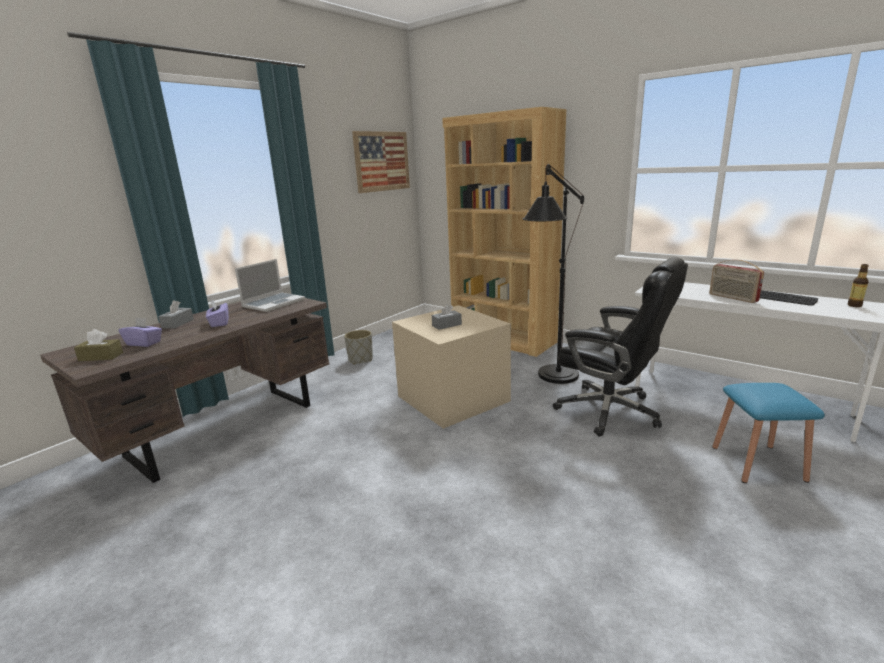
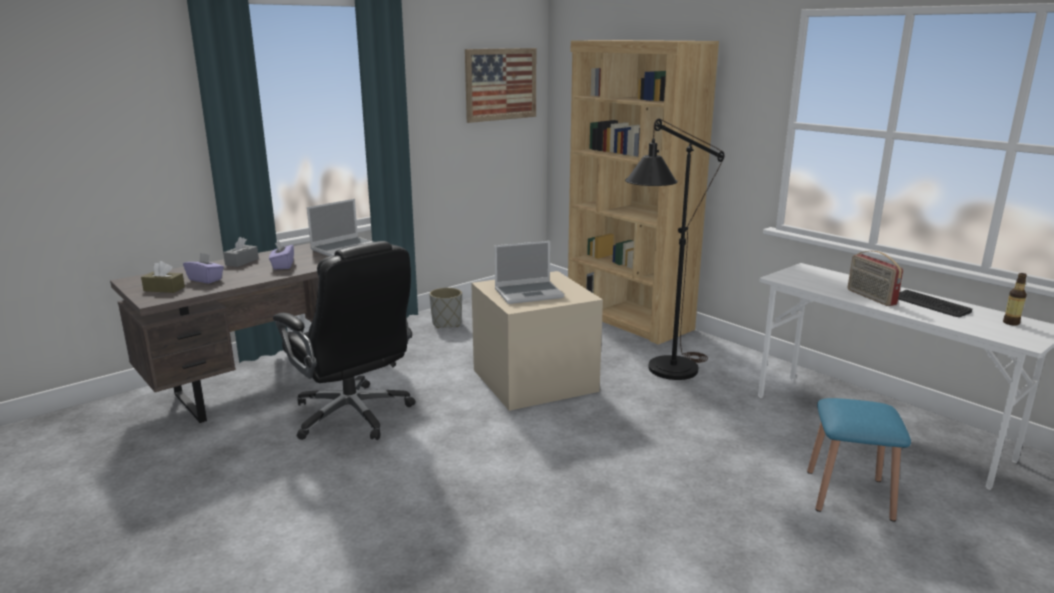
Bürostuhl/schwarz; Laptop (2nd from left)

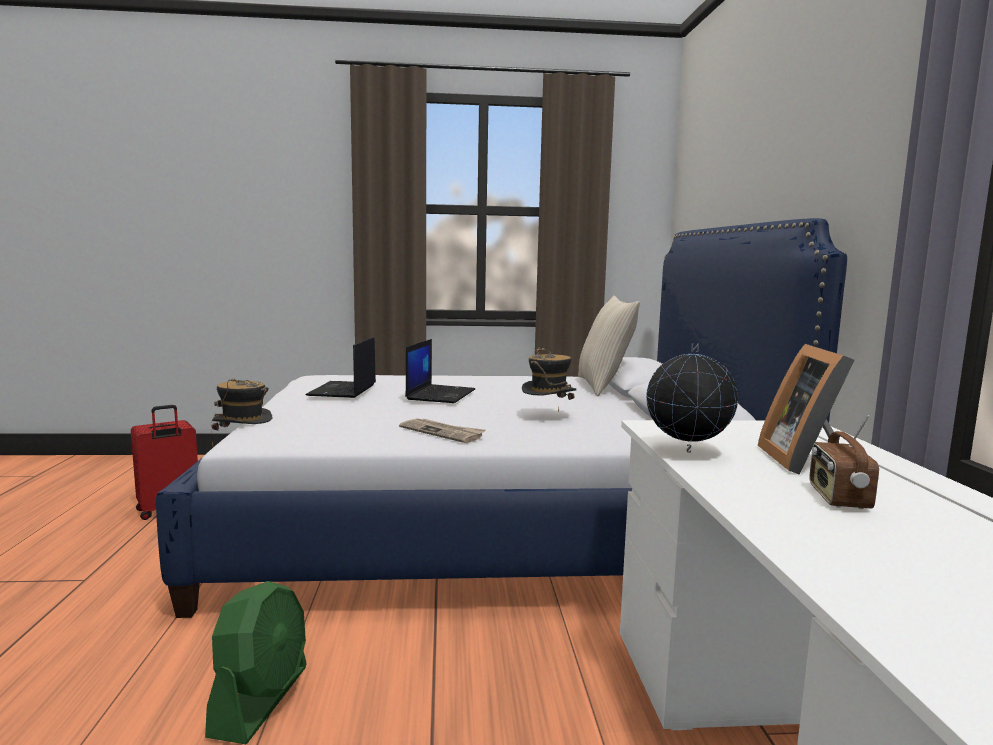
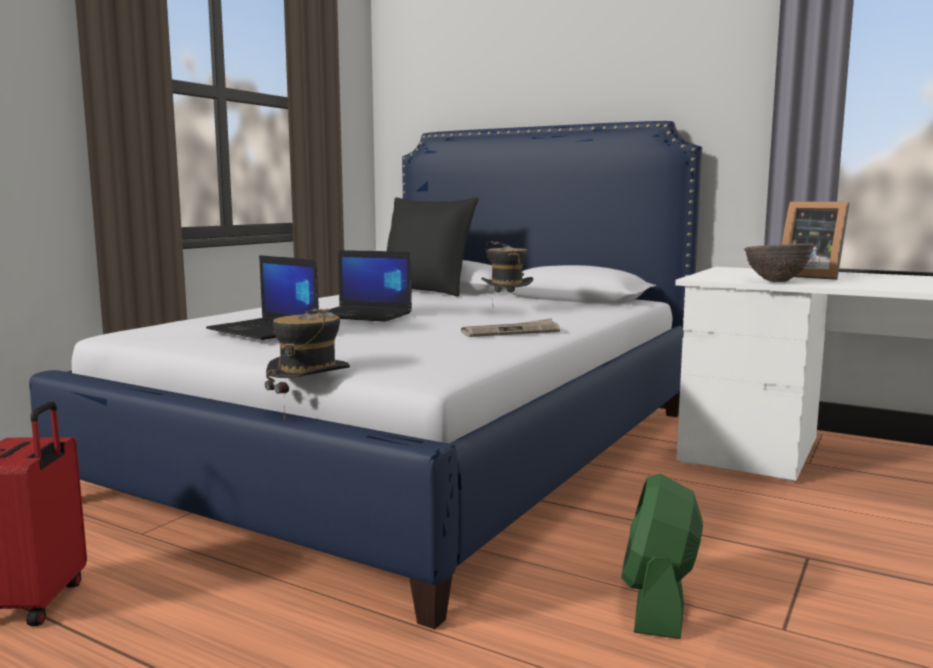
Radio; Schüssel/braun; Kissen/schwarz; Ventilator/grün; Laptop (2nd from left)

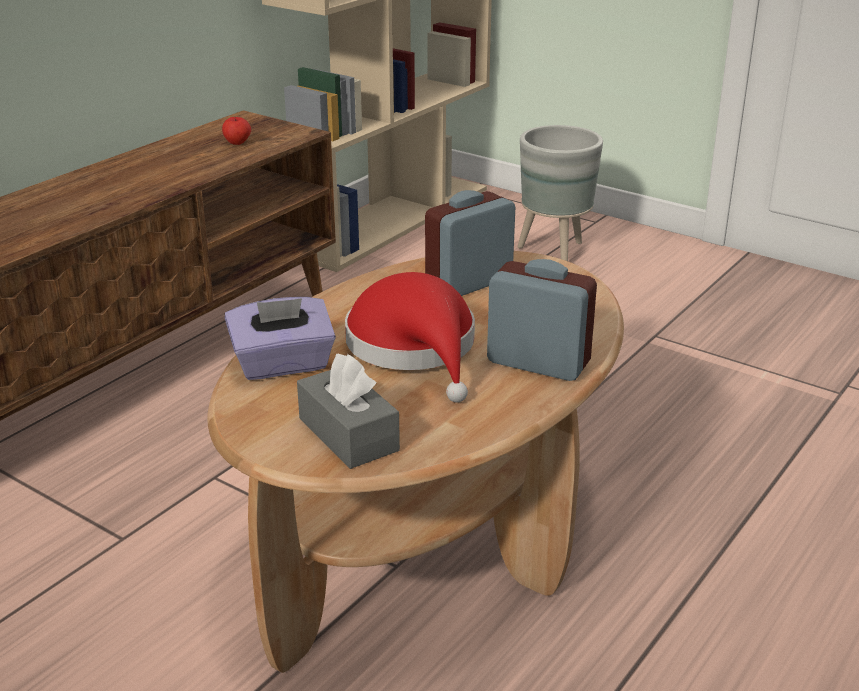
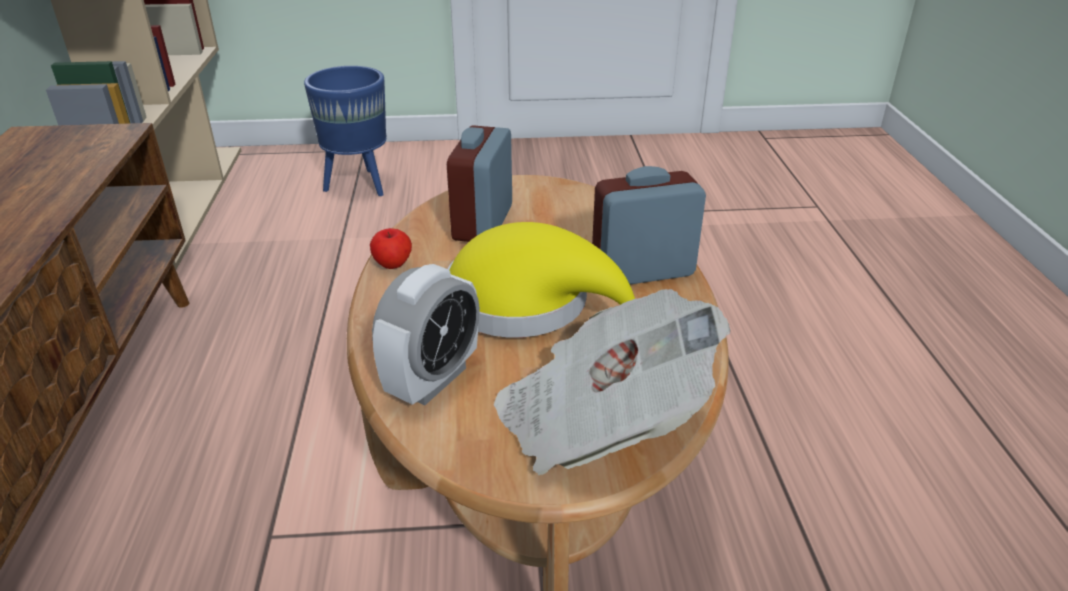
Apfel; Wecker (1st from left); Zeitung; Hut/gelb; Pflanzkübel/blau

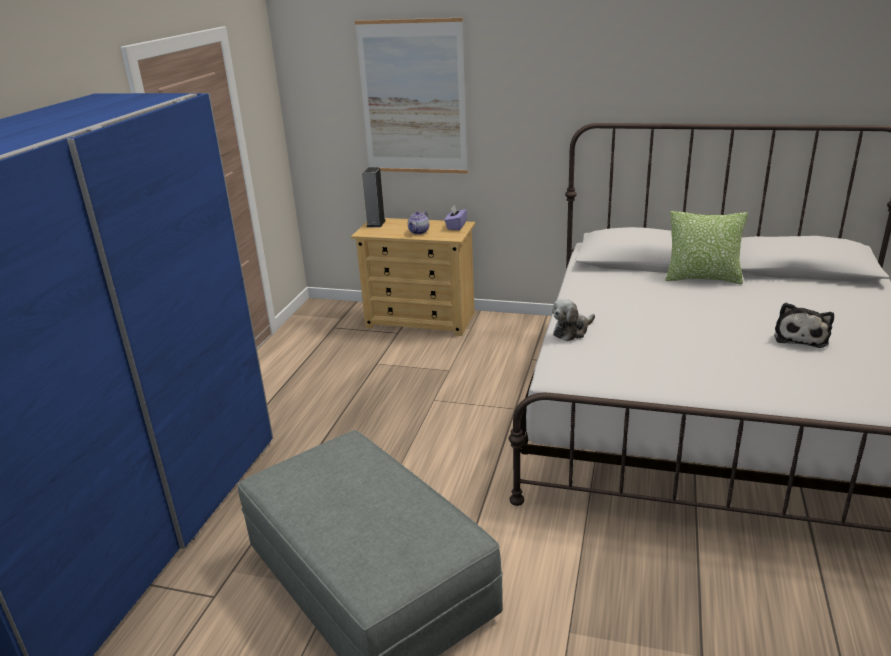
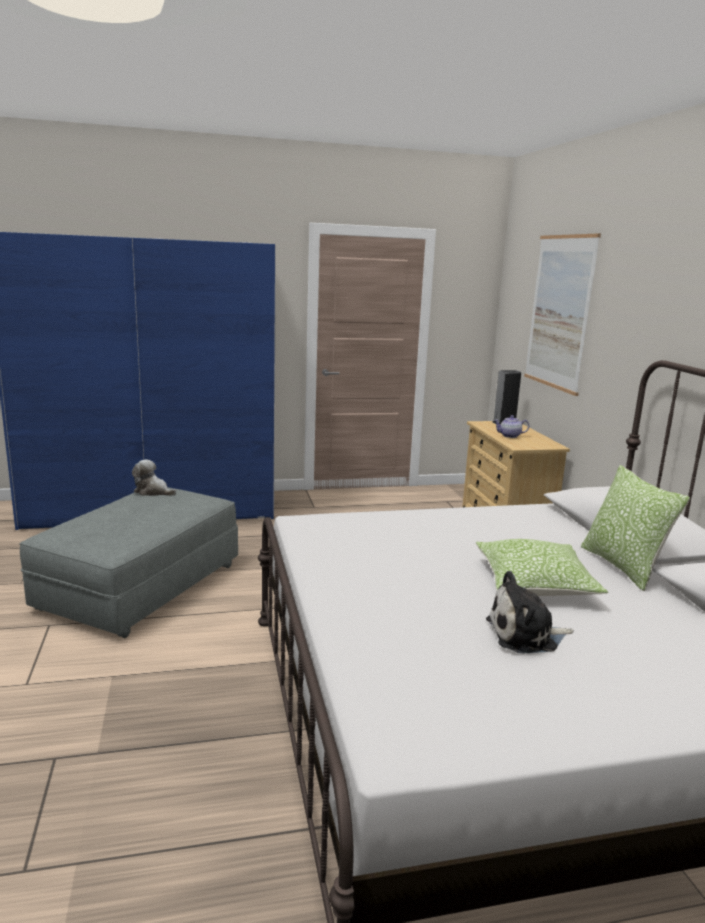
Taschentuchbox/lila; Kissen (1st from left); Plüschtier (1st from left)

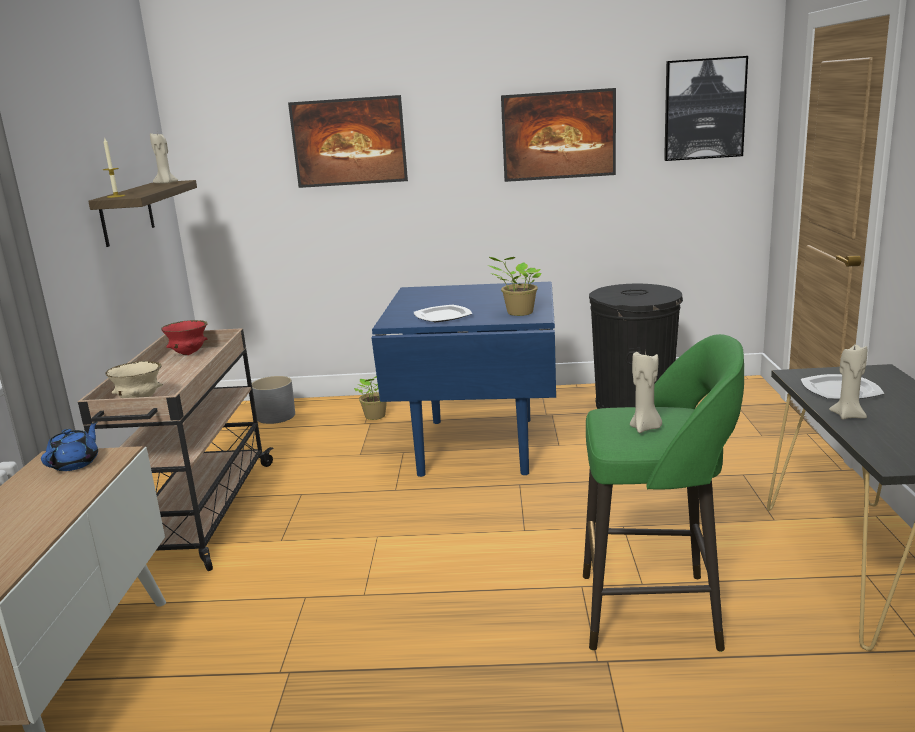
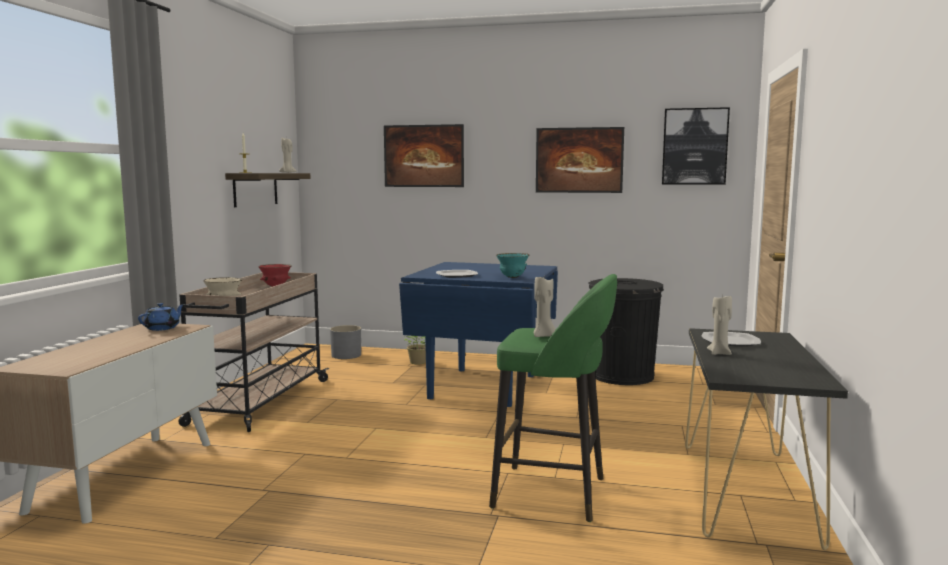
Schüssel/türkis

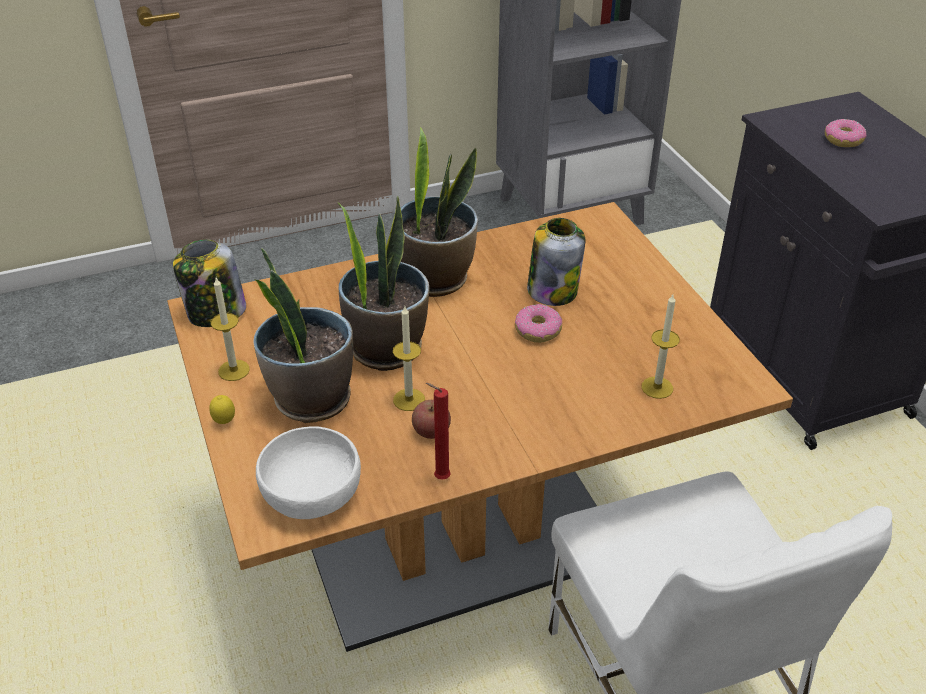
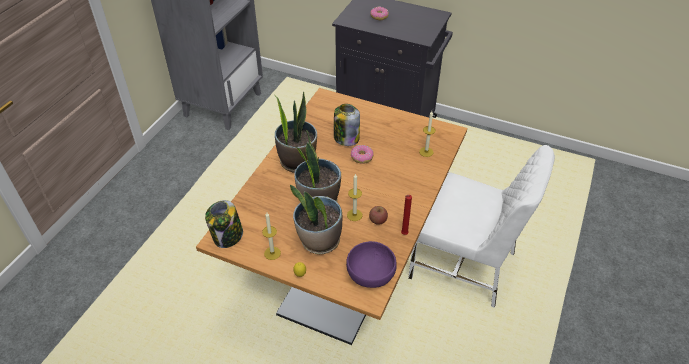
Schüssel/lila

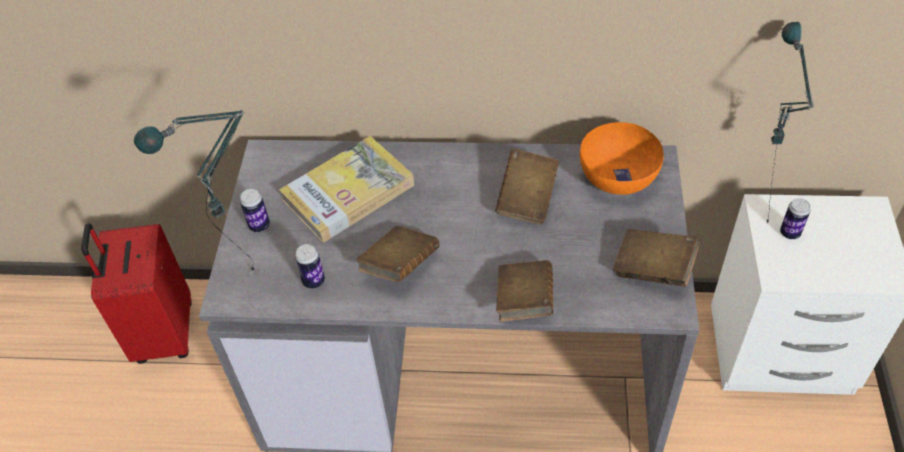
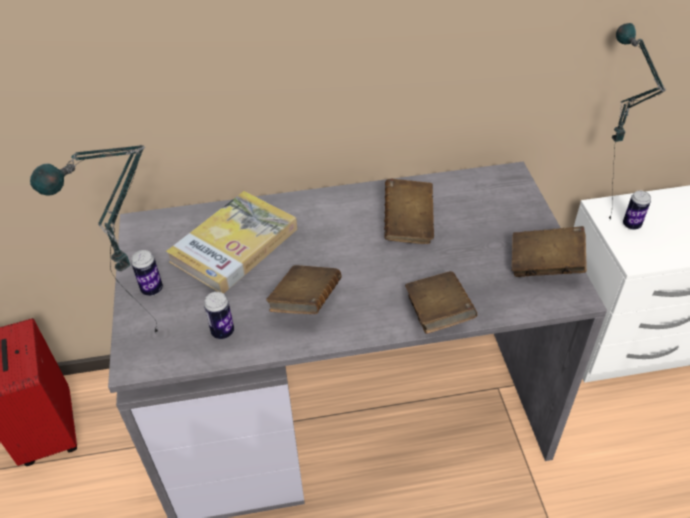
Schüssel/orange

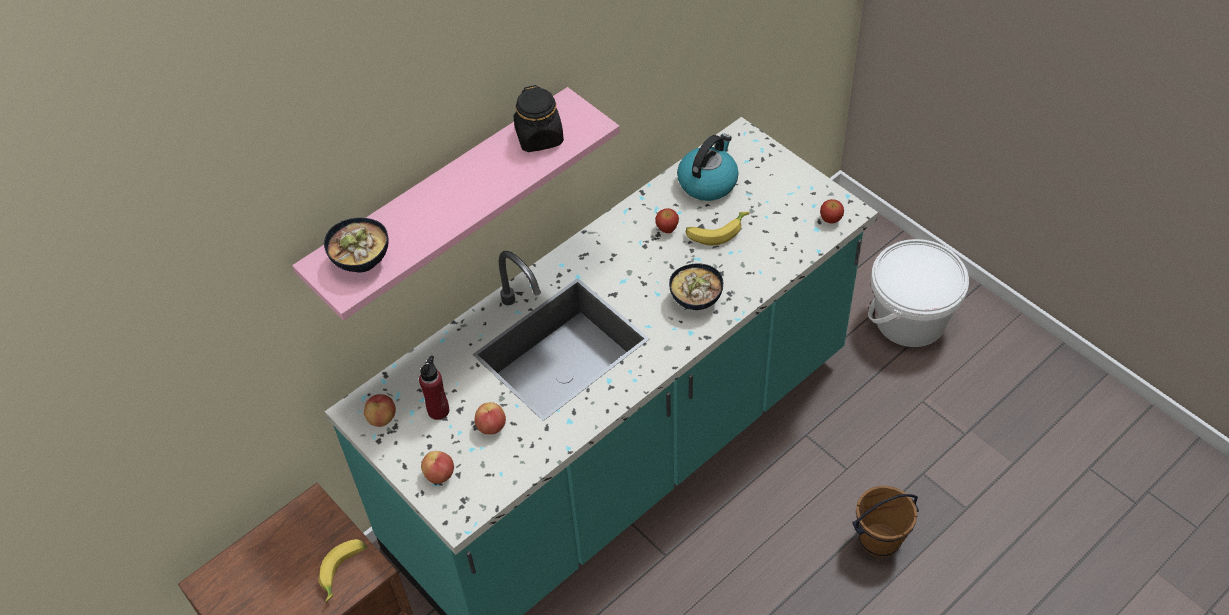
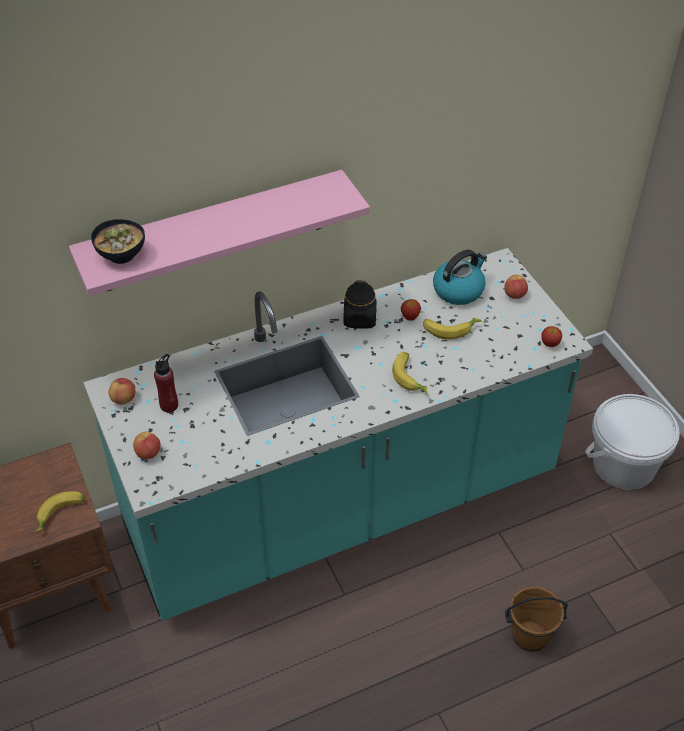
Apfel (4th from left); Vorratsglas/schwarz; Banane (2nd from left)

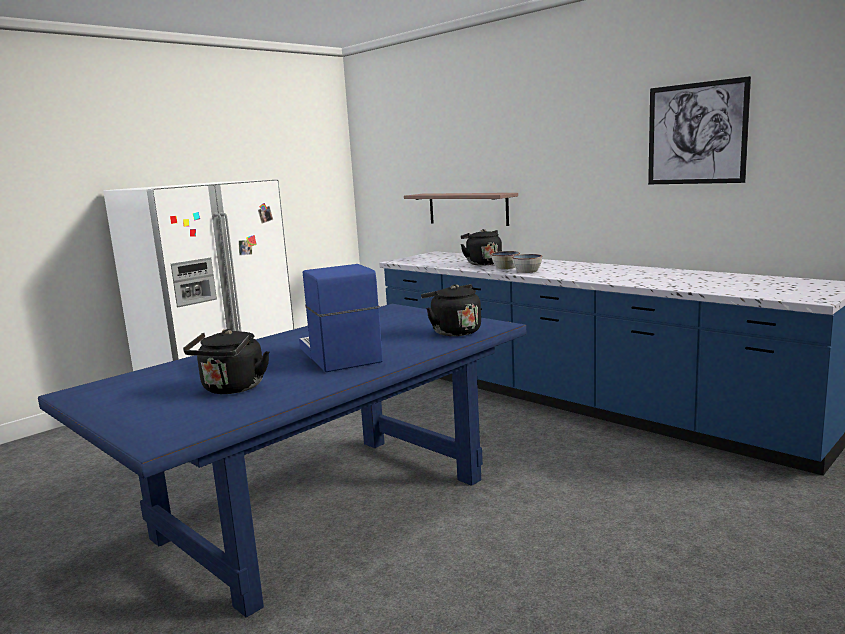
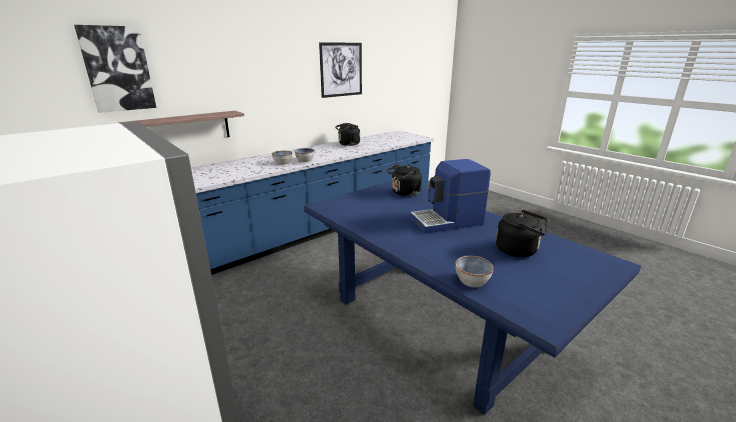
Bild (1st from left); Schüssel (3rd from left); Wasserkessel/schwarz (1st from left)

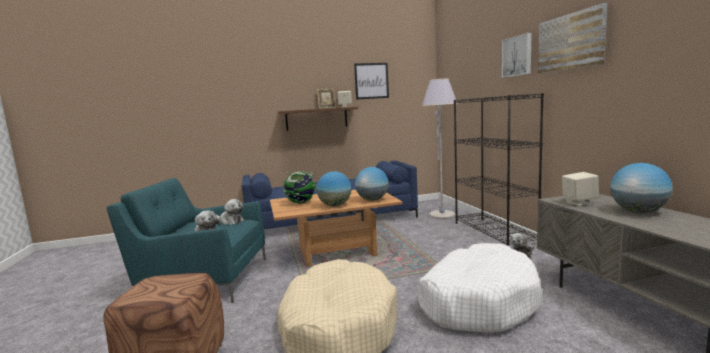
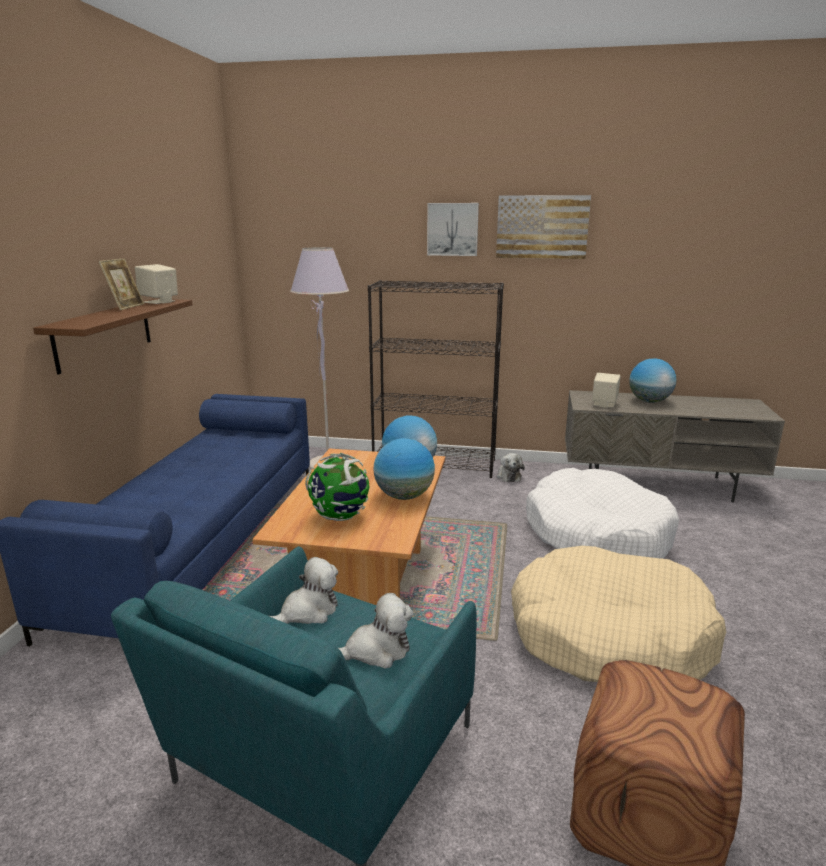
Bild (1st from left in the first image)

